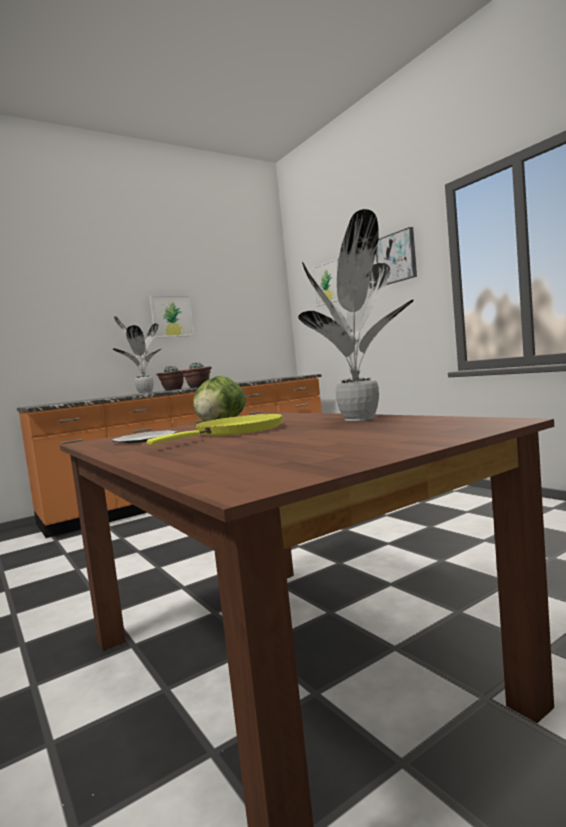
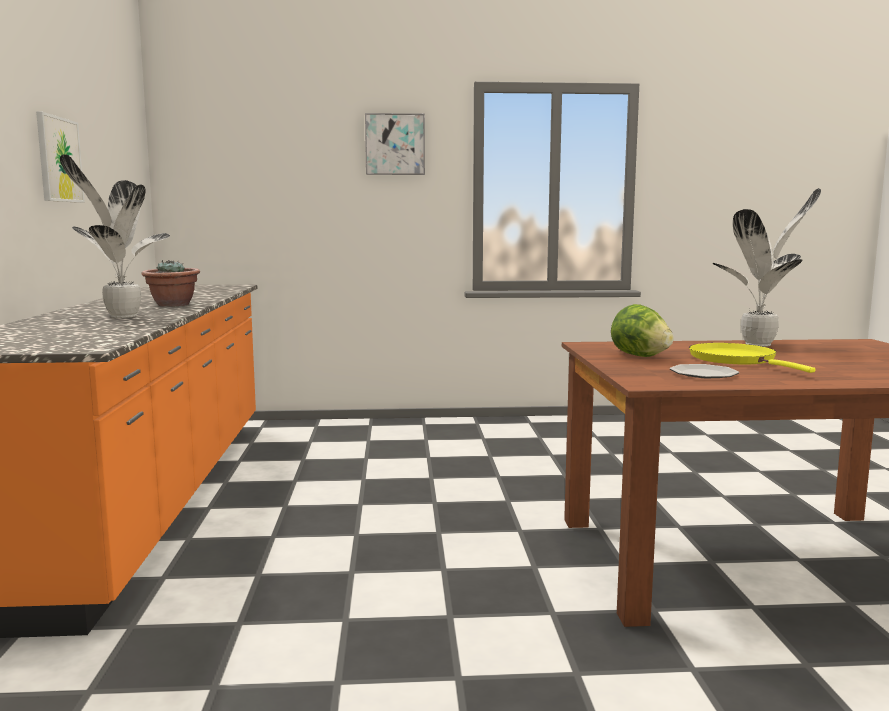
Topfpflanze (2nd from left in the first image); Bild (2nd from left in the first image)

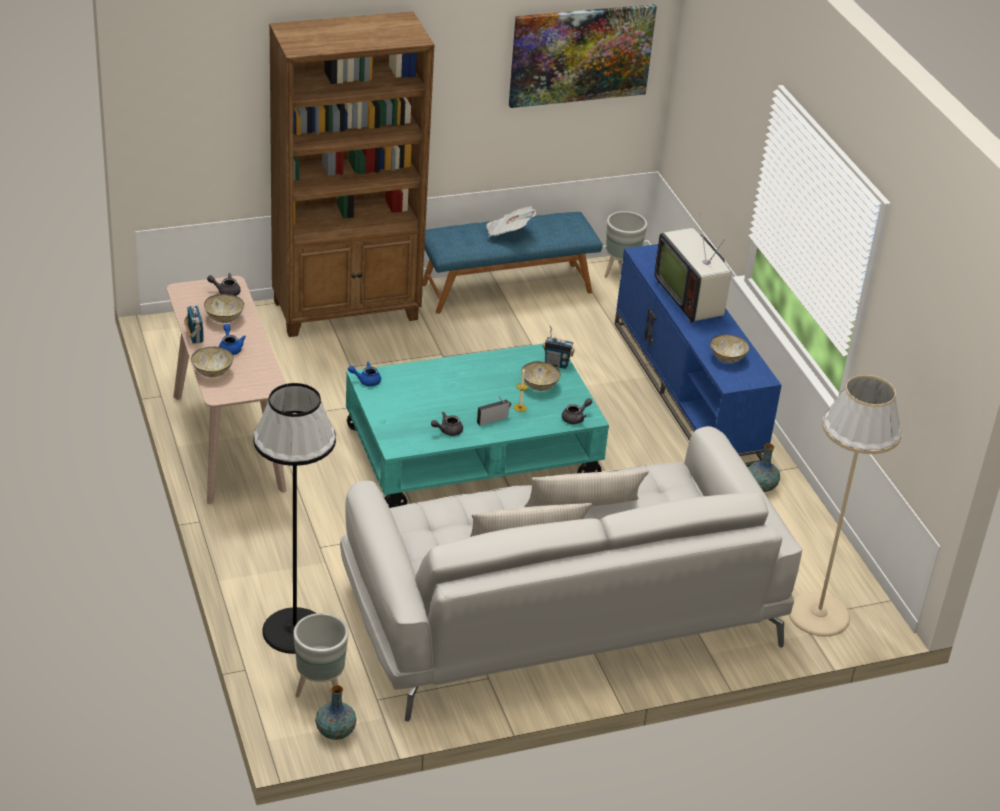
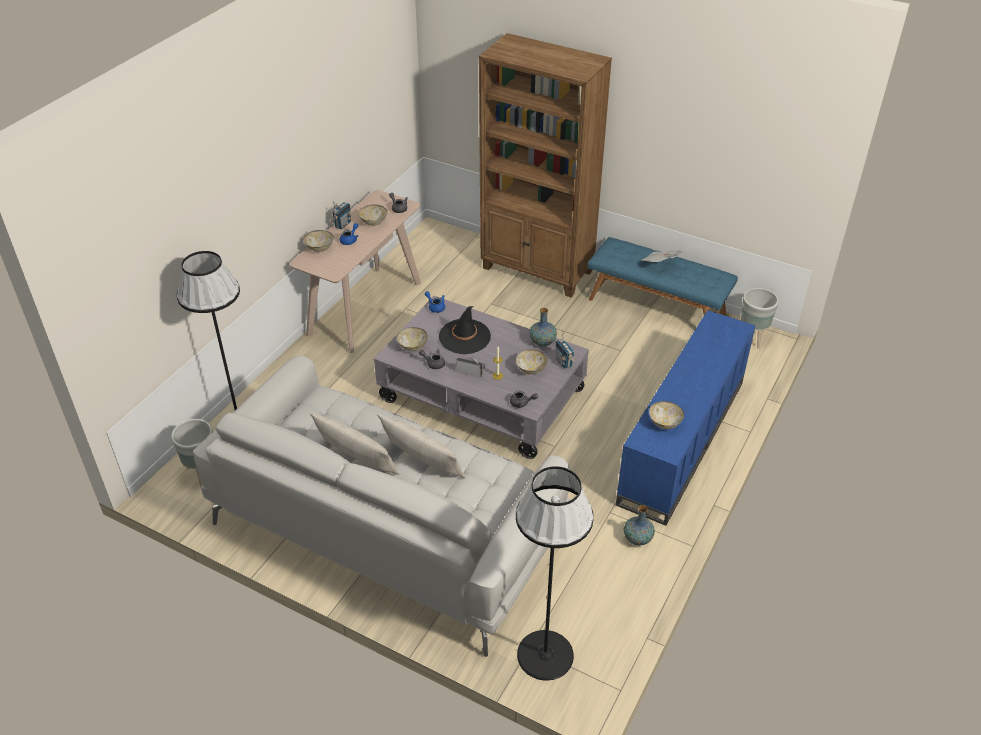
Bild; Fernseher; Schüssel (3rd from left); Hut/schwarz; Vase (1st from left); Couchtisch/grau; Stehlampe/schwarz (2nd from left)

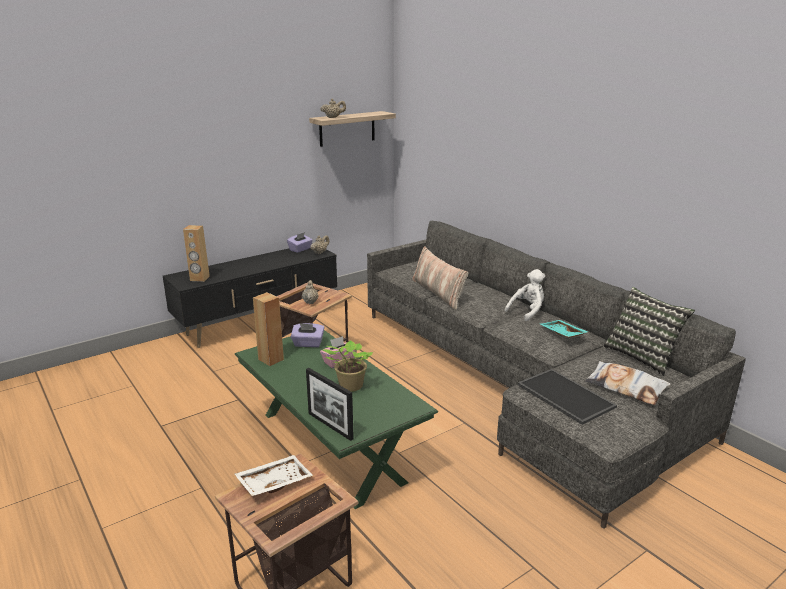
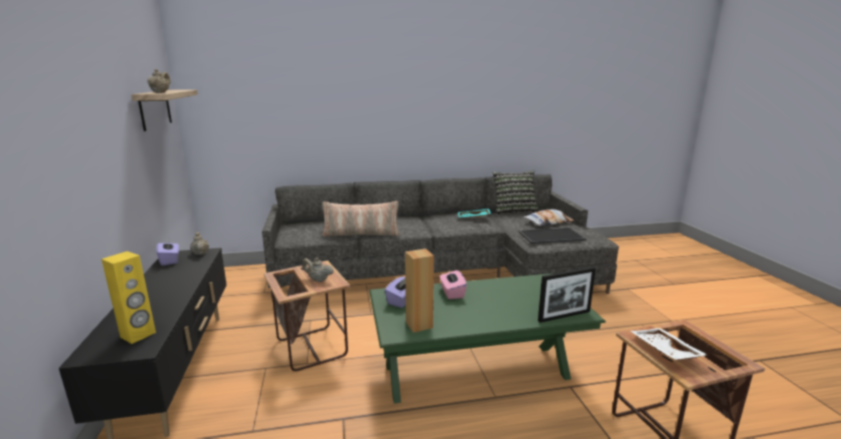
Topfpflanze; Plüschtier/weiß; Lautsprecher/gelb

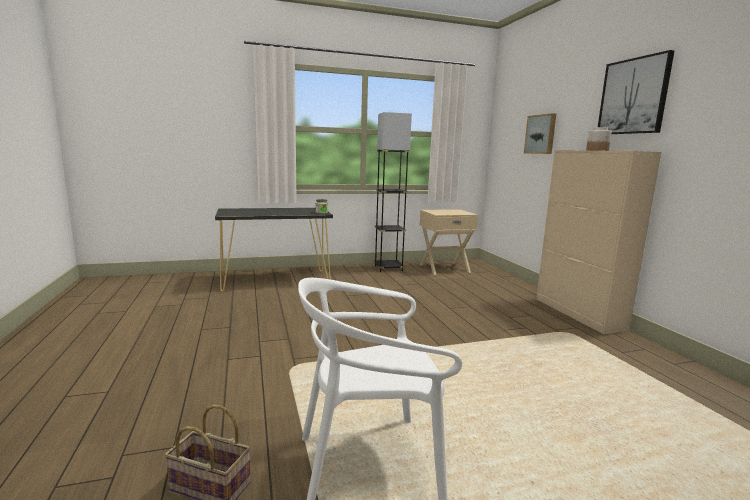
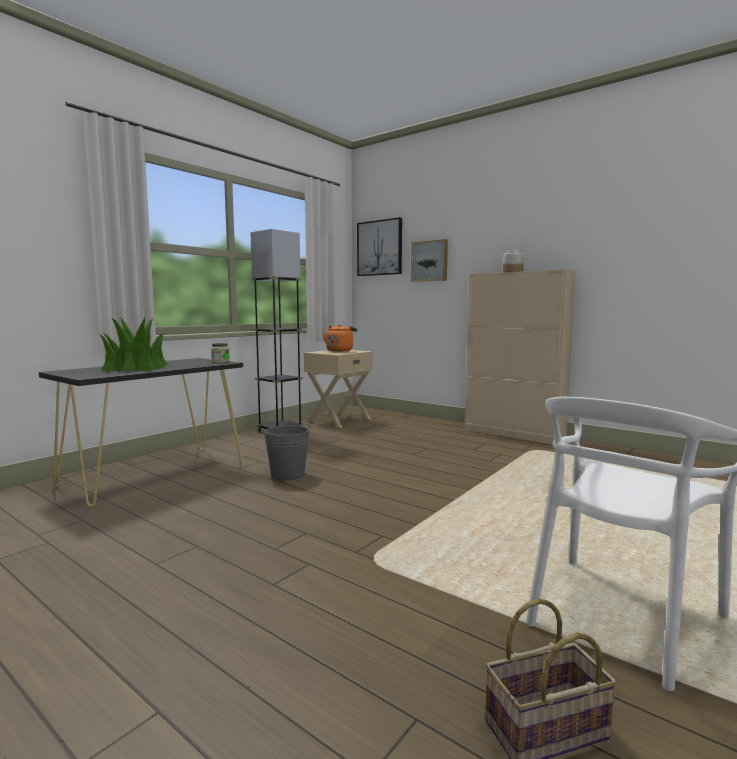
Topfpflanze; Eimer/grau; Wasserkessel/orange; Bild (1st from left)

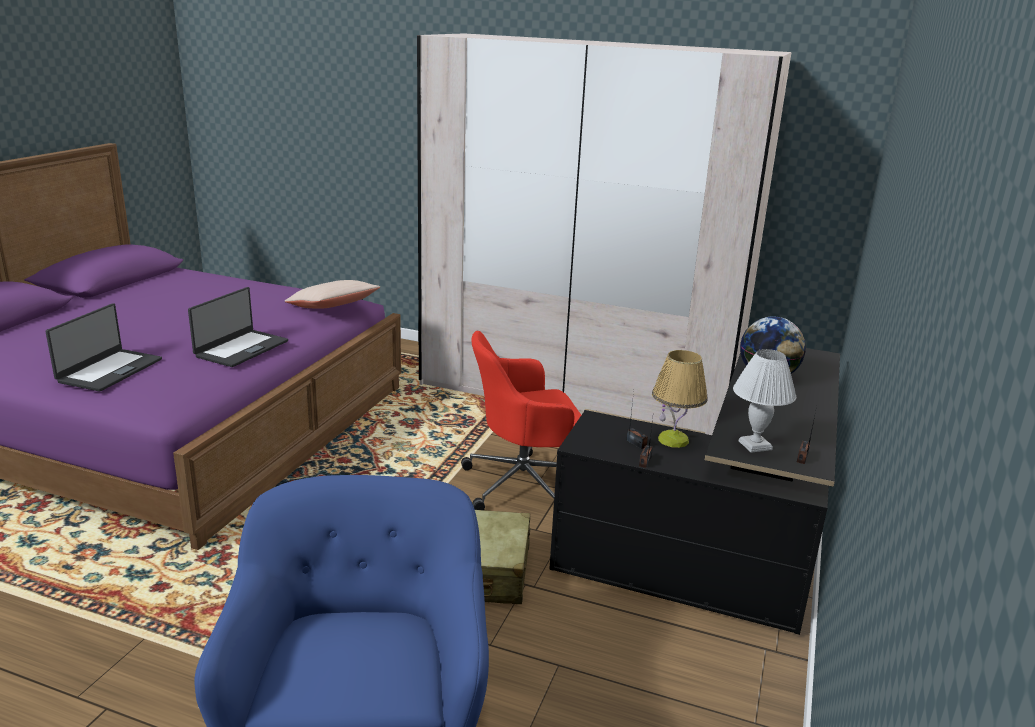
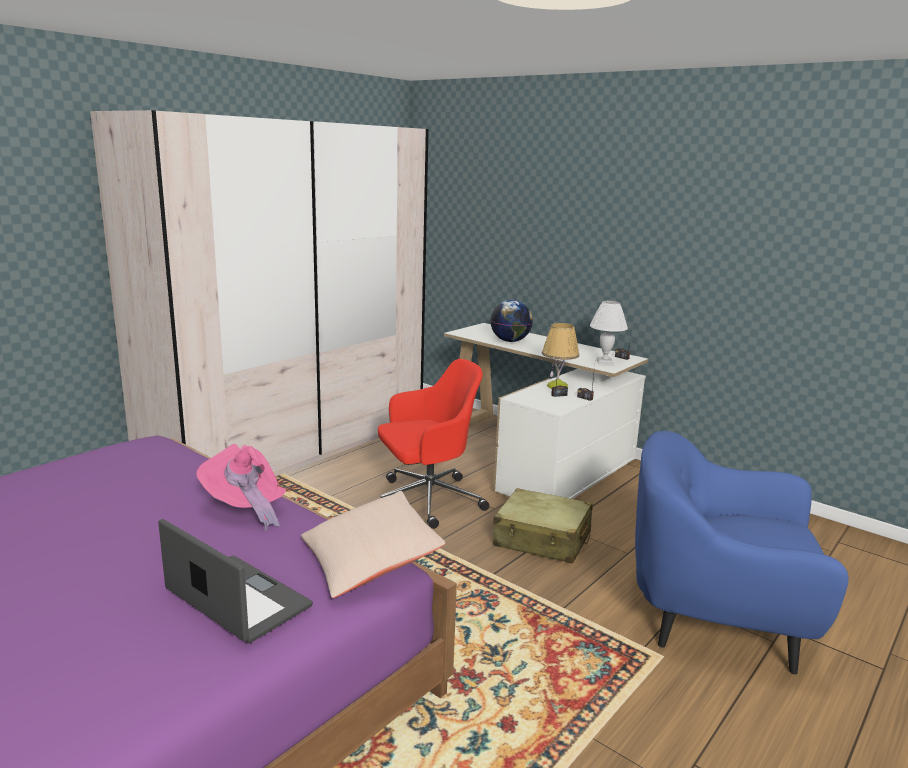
Kissen/beige; Hut/rosa; Schreibtisch/weiß; Bürostuhl/rot

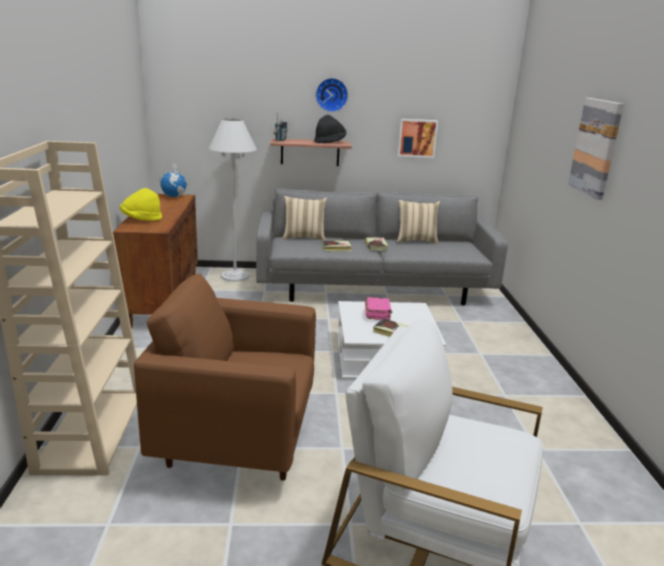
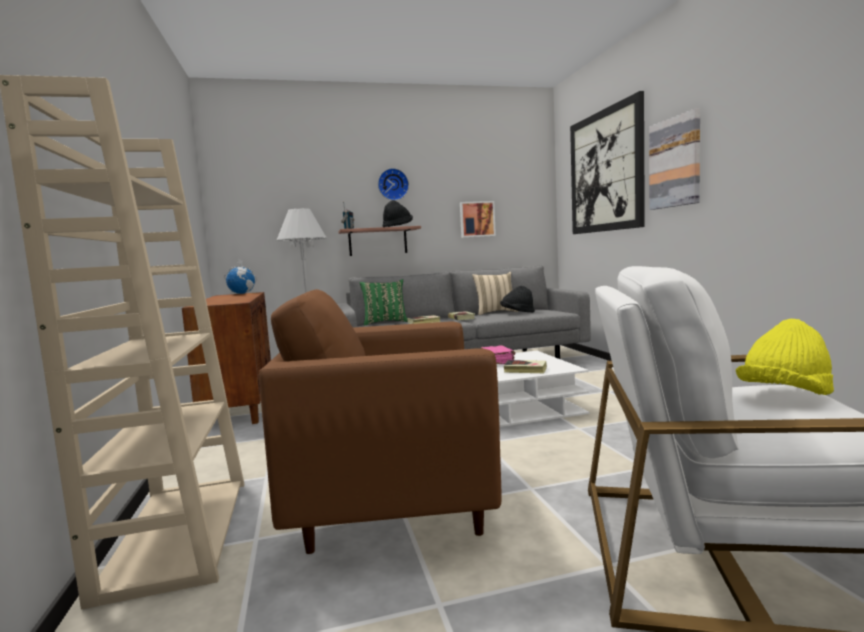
Hut/schwarz (2nd from left); Bild (2nd from left); Hut/gelb; Kissen/grün

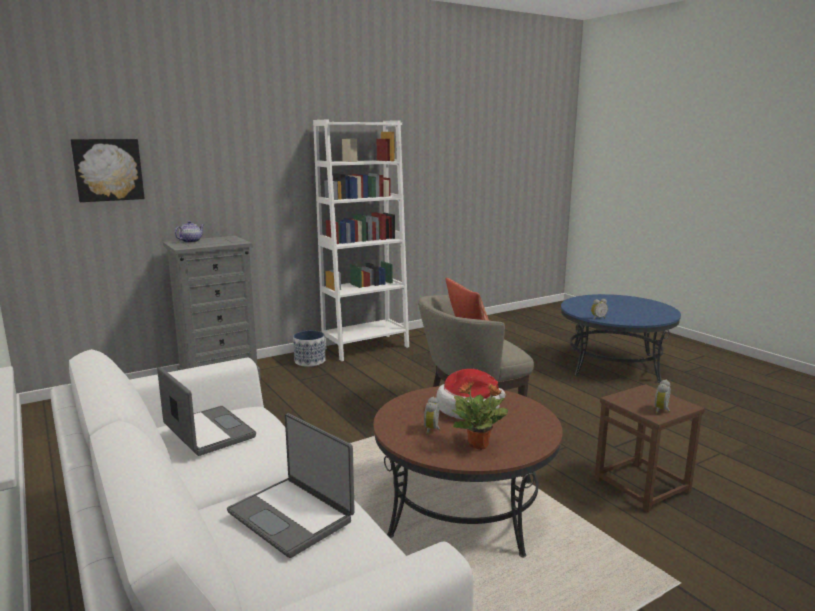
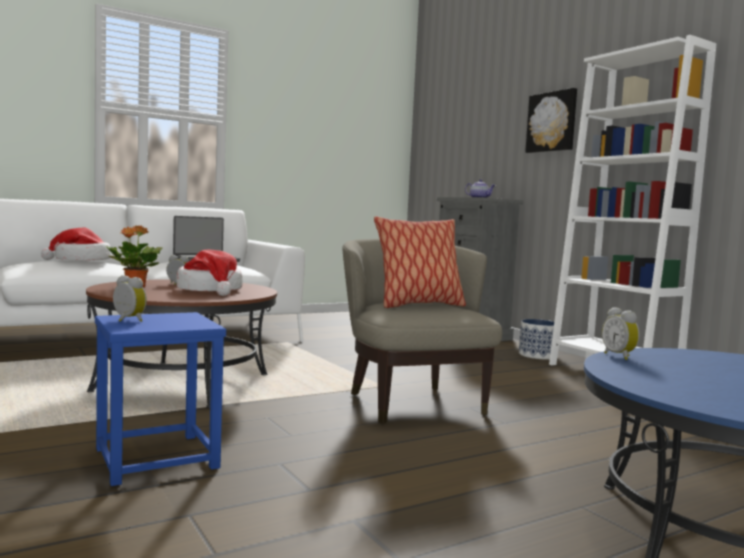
Bild; Hut (1st from left); Hocker/blau

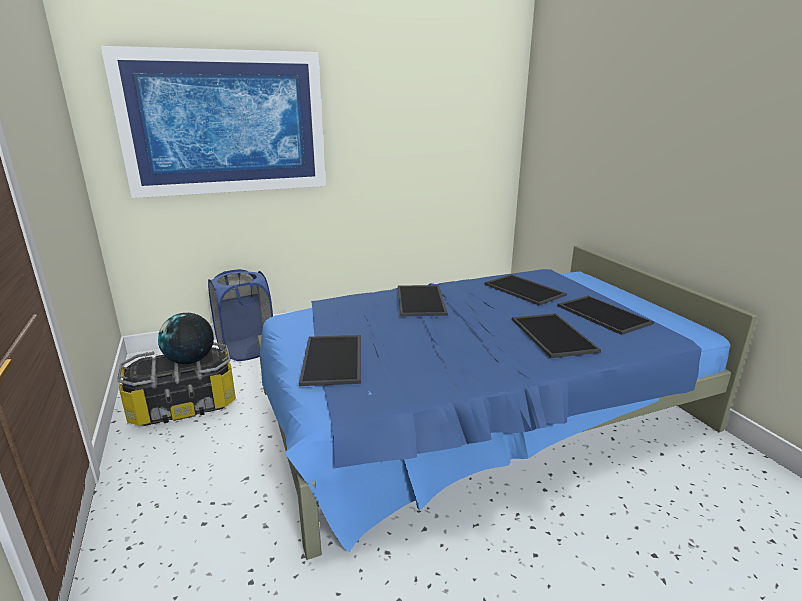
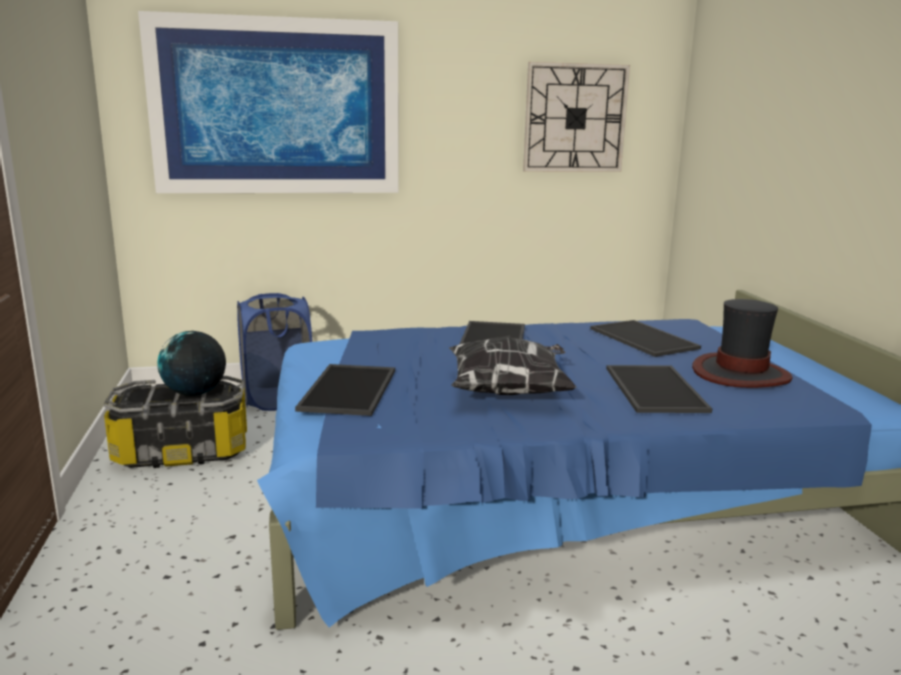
Kissen; Wanduhr; Hut

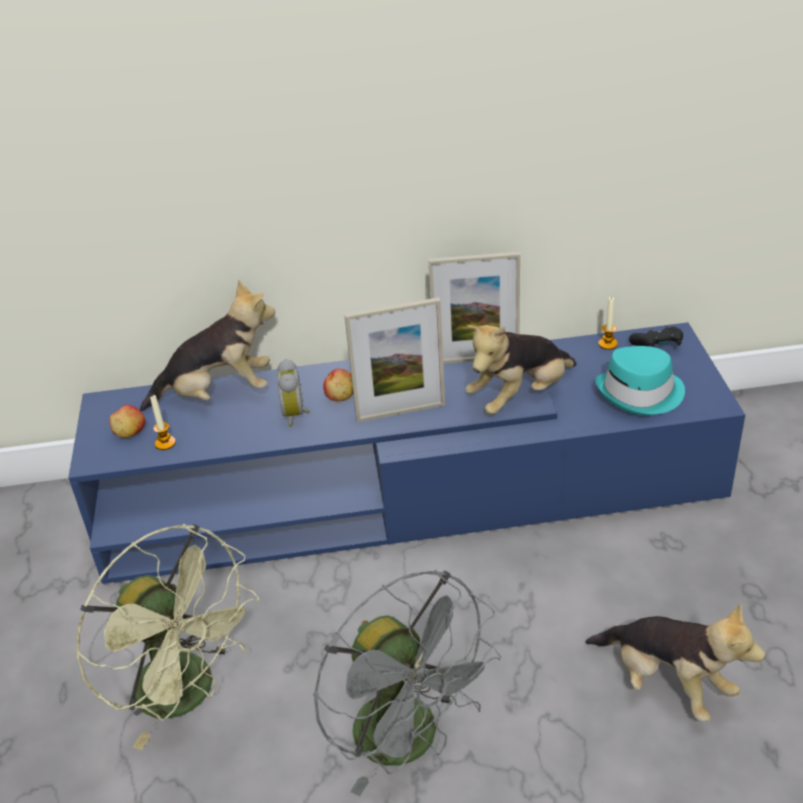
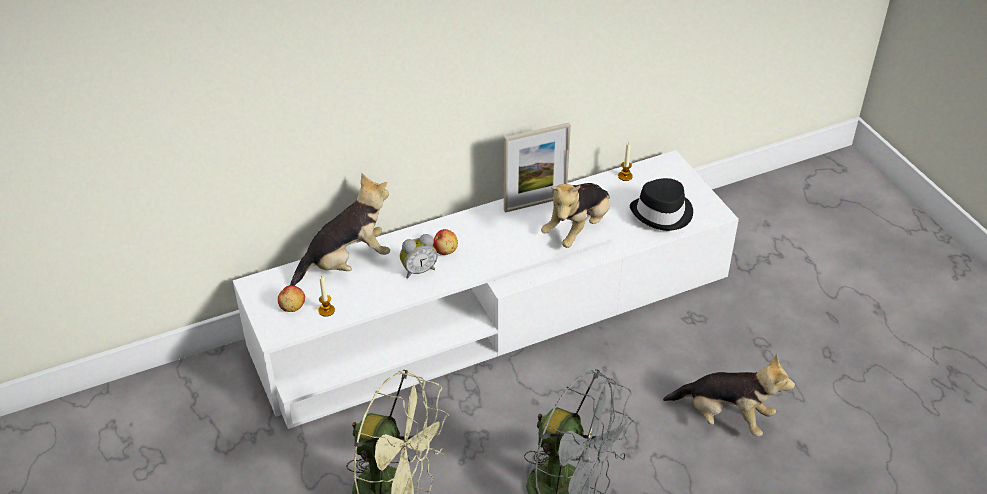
Bilderrahmen (1st from left in the first image); Gamepad/schwarz; Fernsehschrank/weiß; Hut/schwarz; Wecker

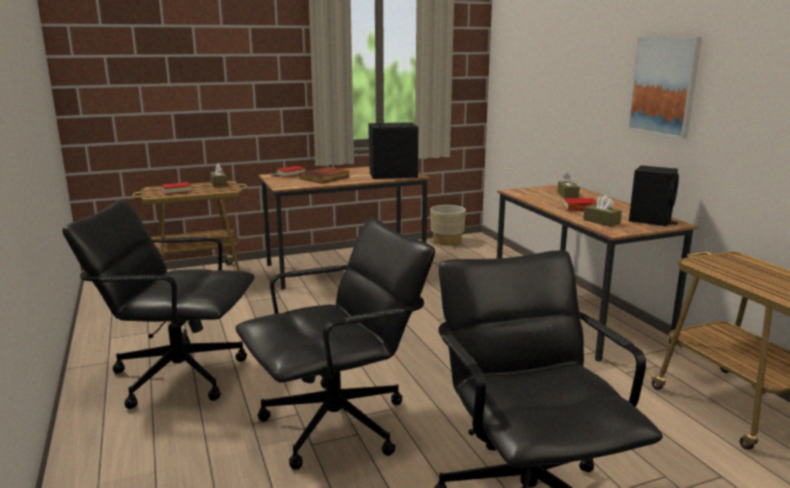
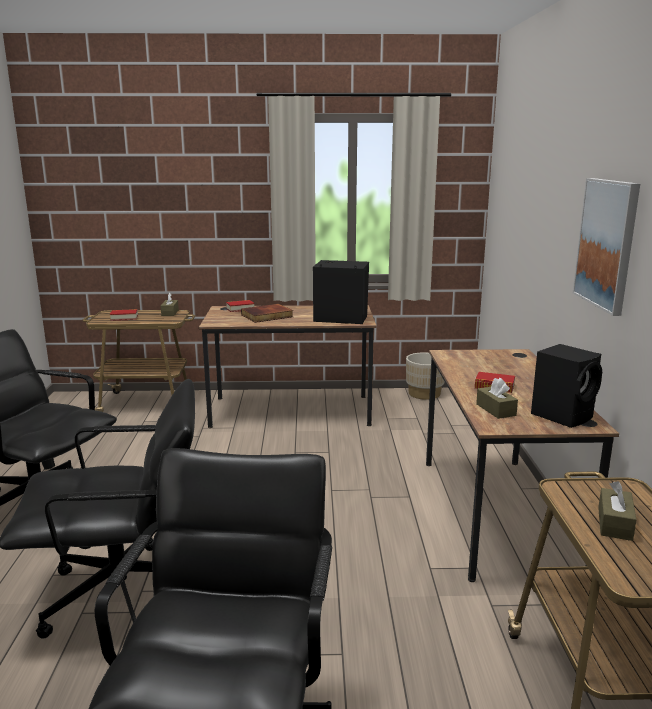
Taschentuchbox/braun (3rd from left)

